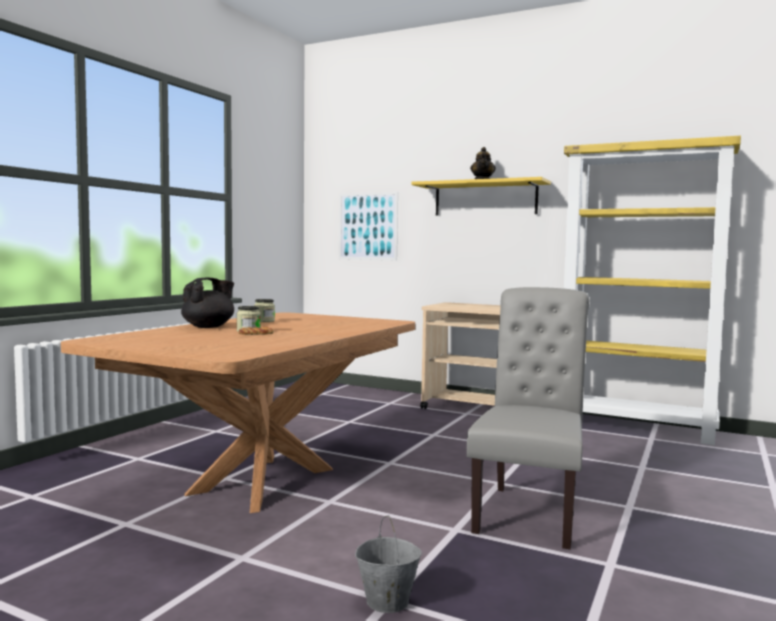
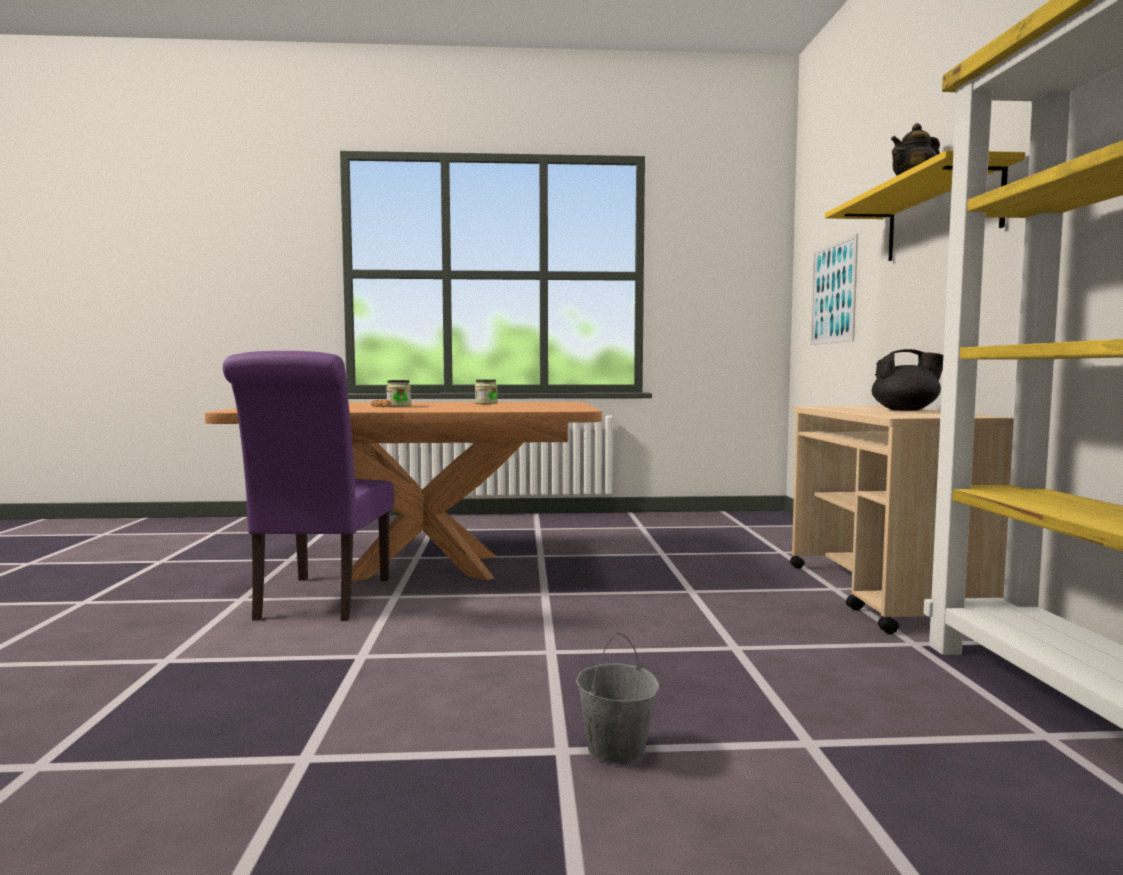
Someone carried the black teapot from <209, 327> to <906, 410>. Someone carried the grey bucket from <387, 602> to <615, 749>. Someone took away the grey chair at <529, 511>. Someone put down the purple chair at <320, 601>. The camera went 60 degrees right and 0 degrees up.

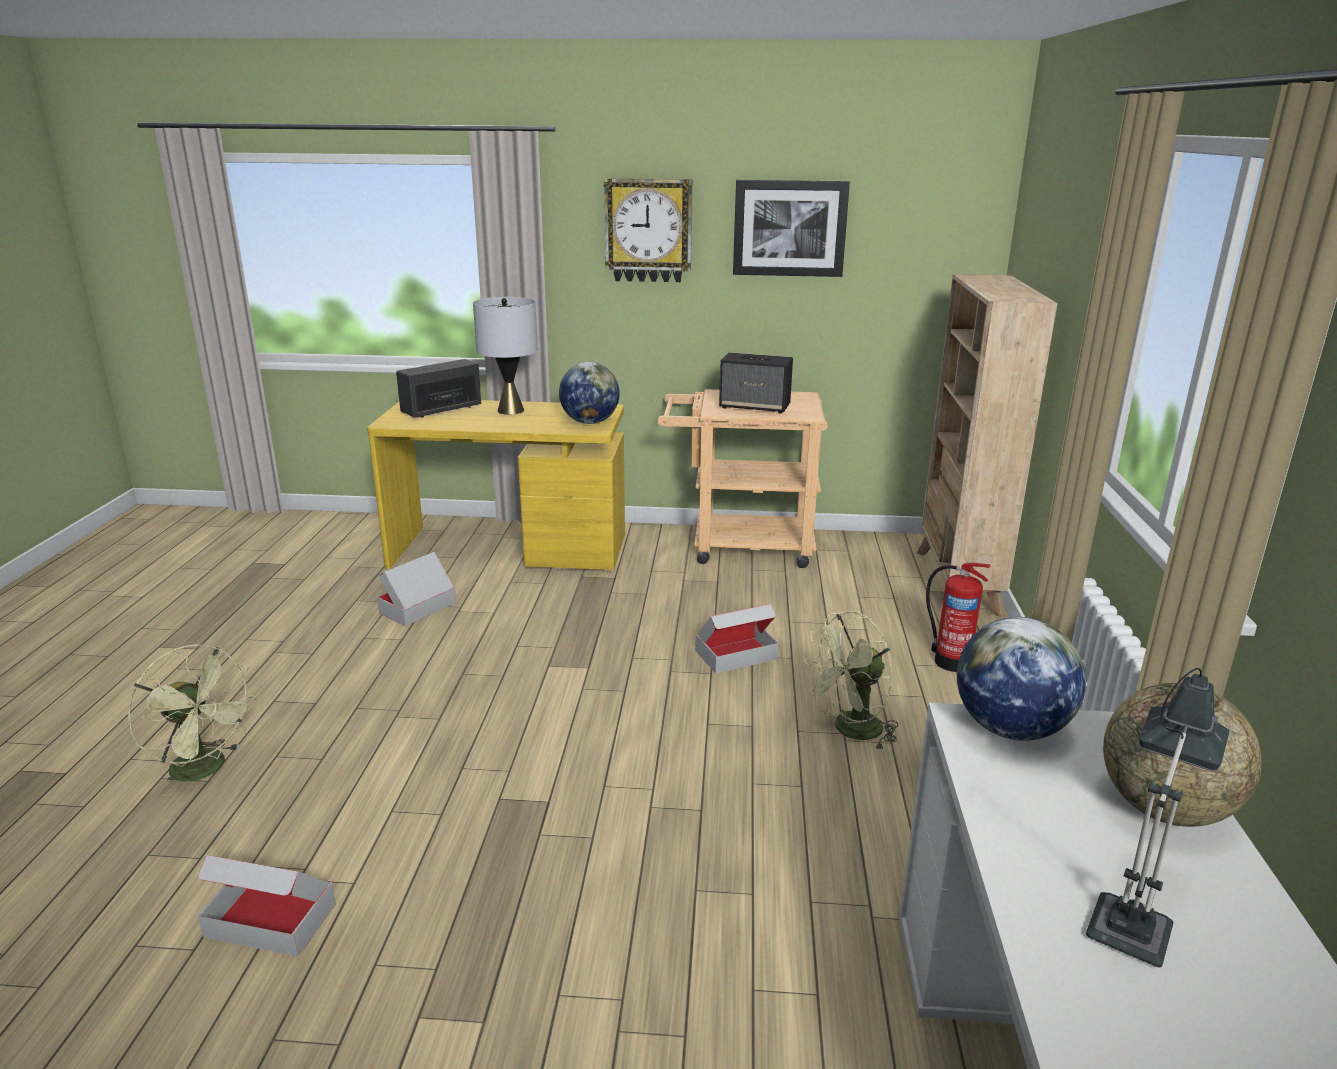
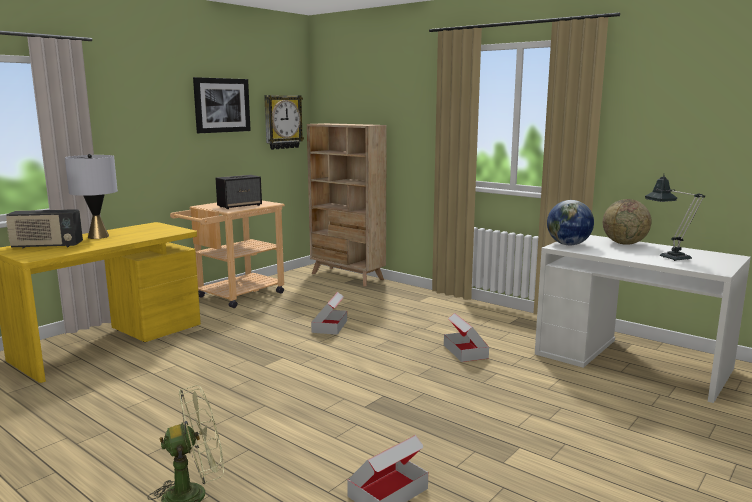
Someone carried the cardboard box from <418, 608> to <465, 351>. Someone rotated the radio at <442, 410> by 90 degrees counterclockwise. Someone took away the globe at <590, 422>. Someone carried the wall clock from <648, 230> to <282, 122>. Someone took away the green fan at <850, 731>. Someone took away the fire extinguisher at <950, 661>. The camera went 55 degrees left and 10 degrees down.

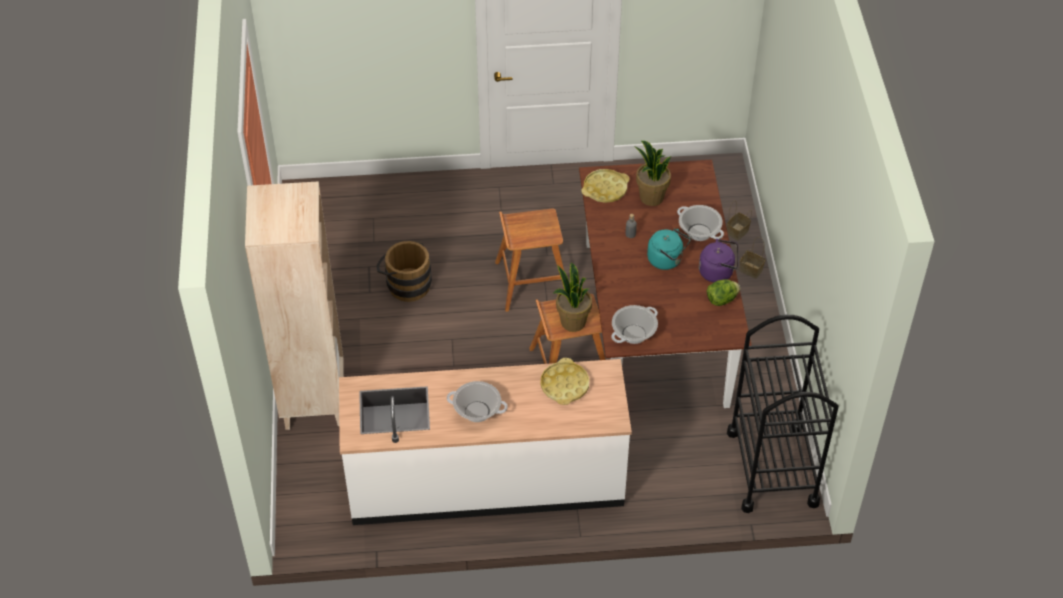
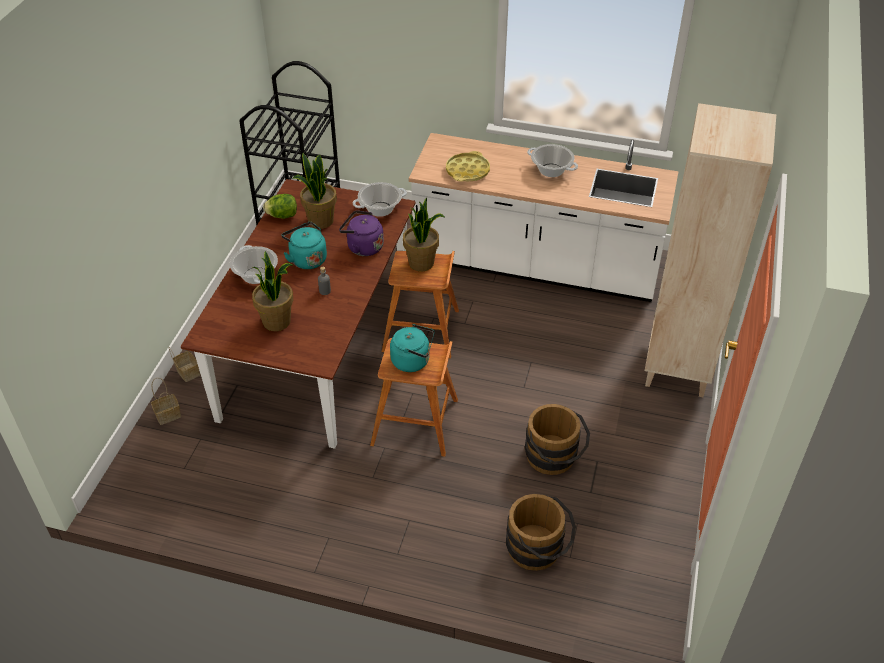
Someone took away the yellow tray at <605, 189>. Someone carried the purple kettle from <718, 272> to <363, 247>. Someone put down the potted plant at <320, 221>. Someone put down the turquoise kettle at <413, 361>. Someone put down the brown bucket at <538, 550>. The camera went 160 degrees left and 5 degrees down.

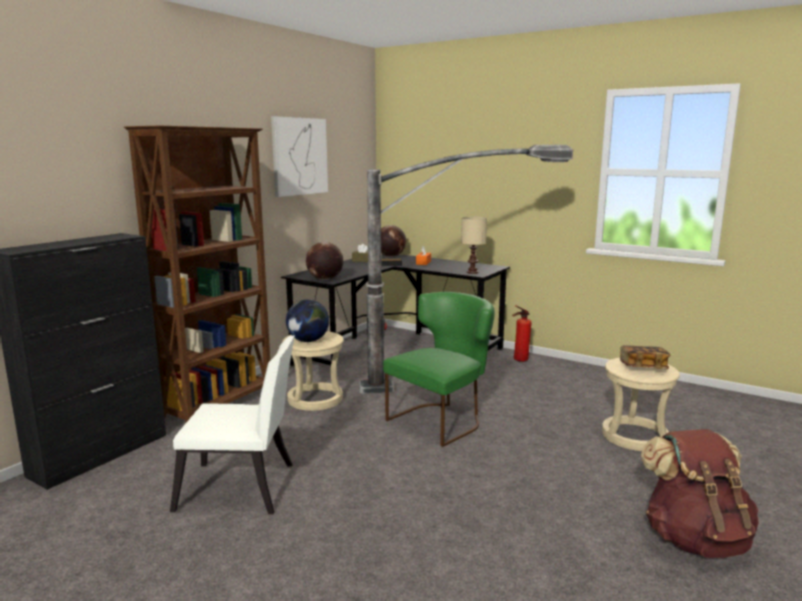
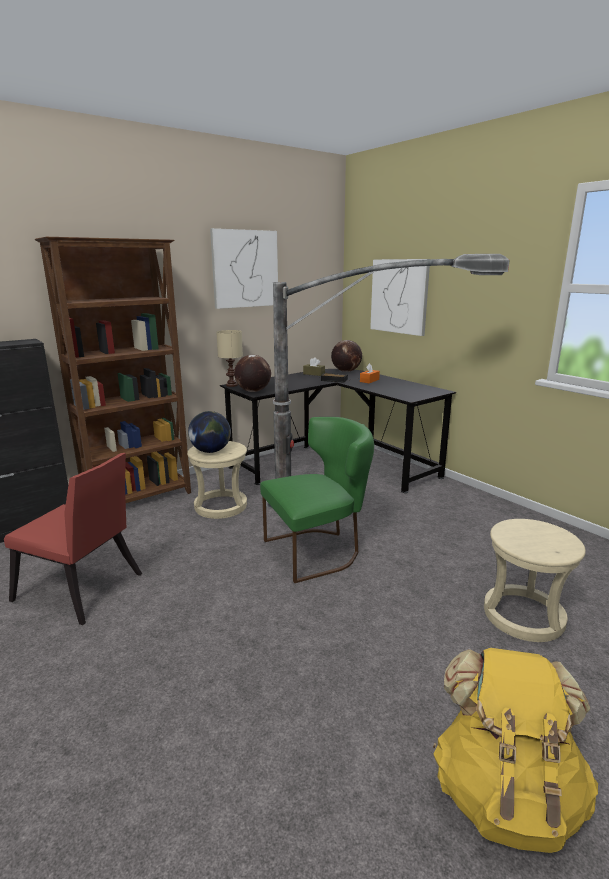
Someone repainted the white chair at <243, 489>, which became the red chair at <83, 591>. Someone carried the beige table lamp from <473, 272> to <232, 385>. Someone took away the fire extinguisher at <518, 360>. Someone took away the book at <643, 367>. Someone repainted the brown backpack at <694, 539>, which became the yellow backpack at <505, 795>. Someone put up the picture at <399, 296>. The camera went 20 degrees right and 5 degrees up.

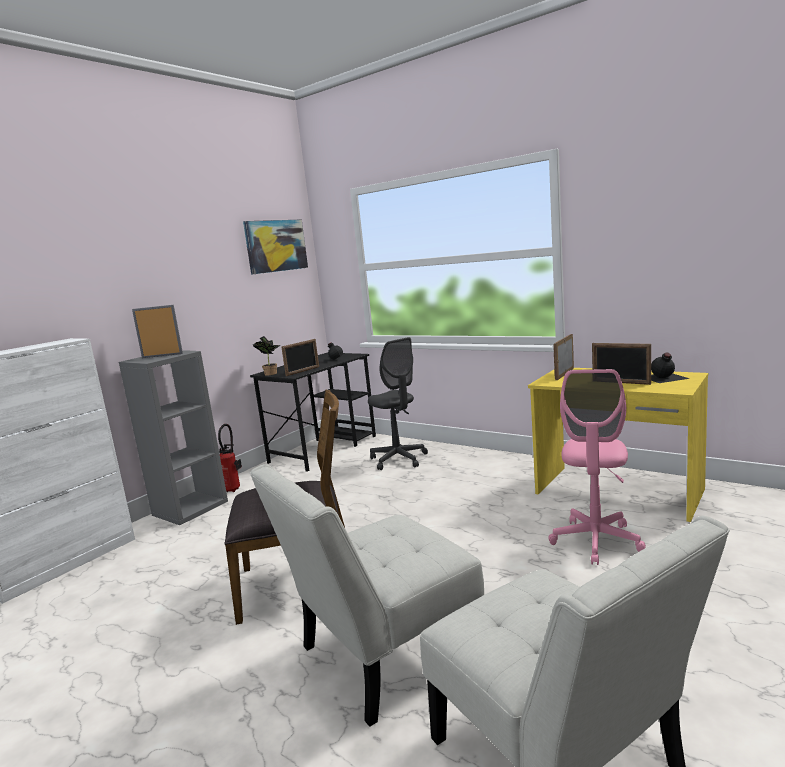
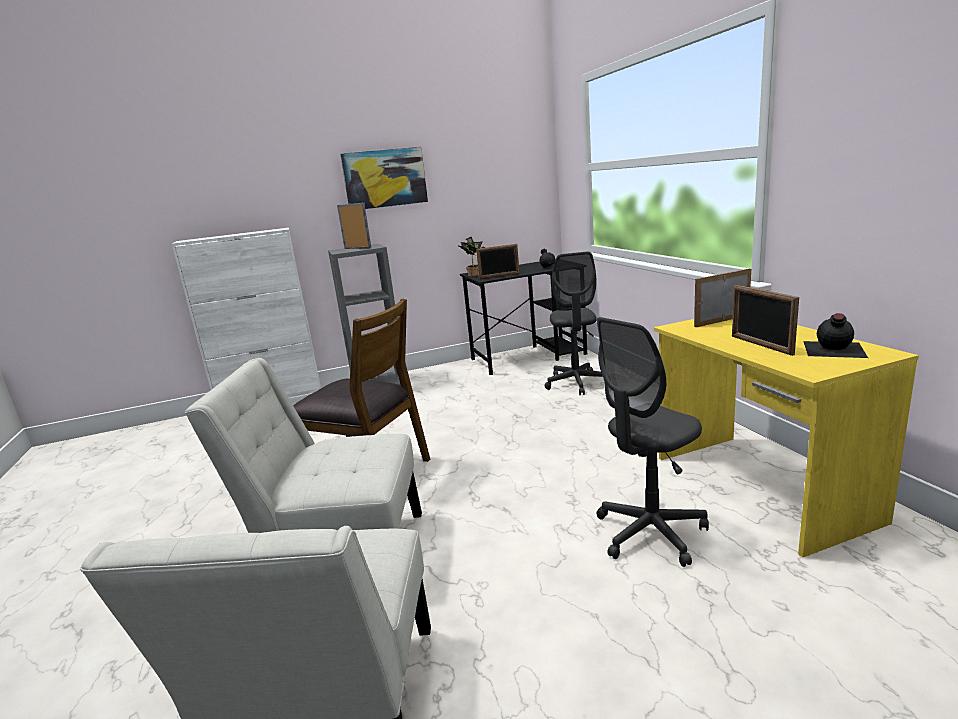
Someone took away the fire extinguisher at <234, 489>. Someone carried the picture from <276, 246> to <385, 178>. Someone repainted the pink office chair at <596, 541>, which became the grey office chair at <650, 533>. The camera went 35 degrees right and 5 degrees up.

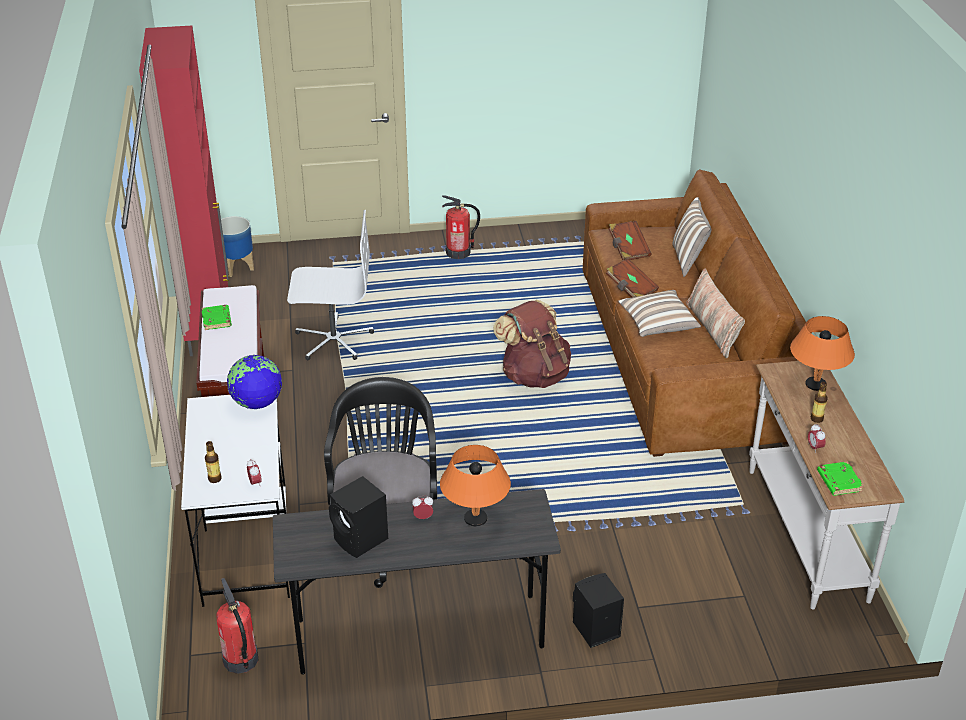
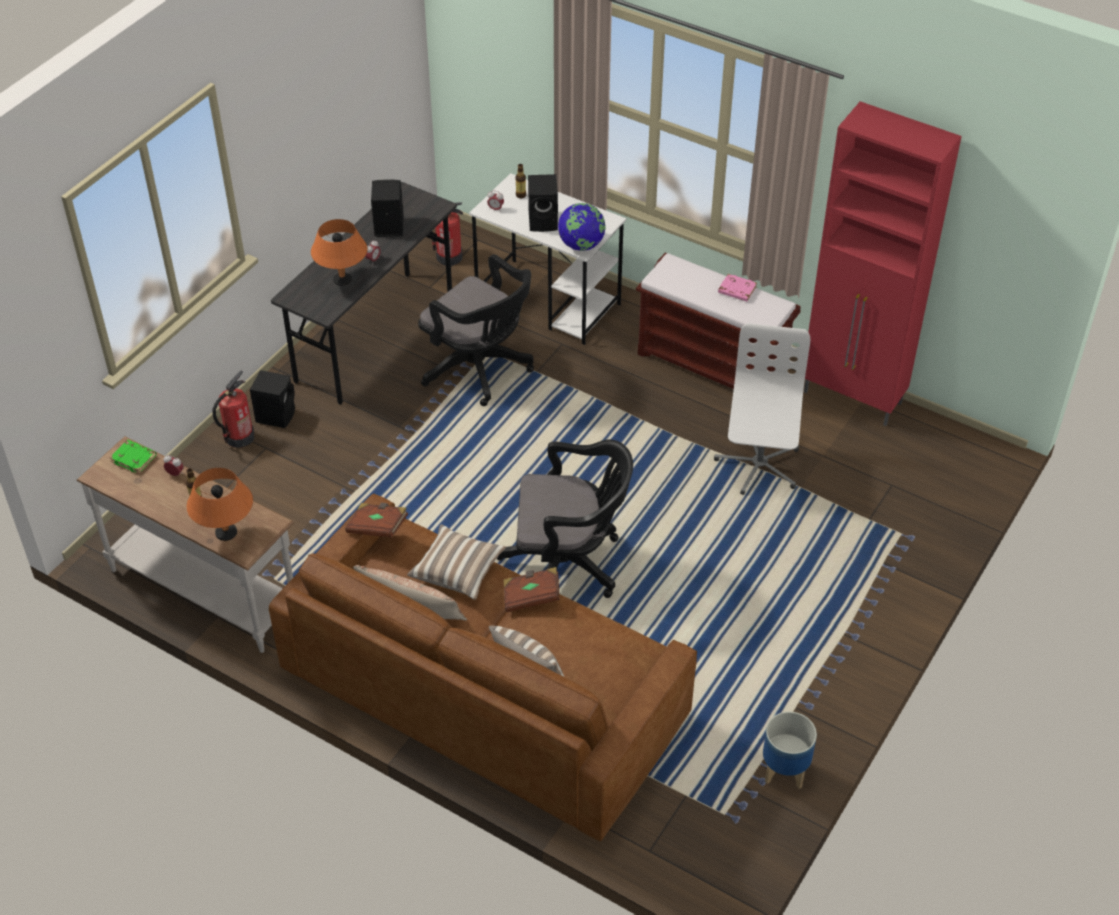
Someone repainted the green book at <217, 320>, which became the pink book at <736, 290>. Someone carried the planter from <238, 267> to <784, 771>. Someone rotated the white office chair at <333, 340> by 150 degrees clockwise. Someone carried the fire extinguisher from <458, 253> to <239, 437>. Someone swapped the brown backpack at <534, 375> for the black office chair at <568, 564>. Someone carried the brown book from <628, 249> to <378, 527>. Someone put down the black speaker at <544, 221>. The camera went 130 degrees right and 10 degrees up.

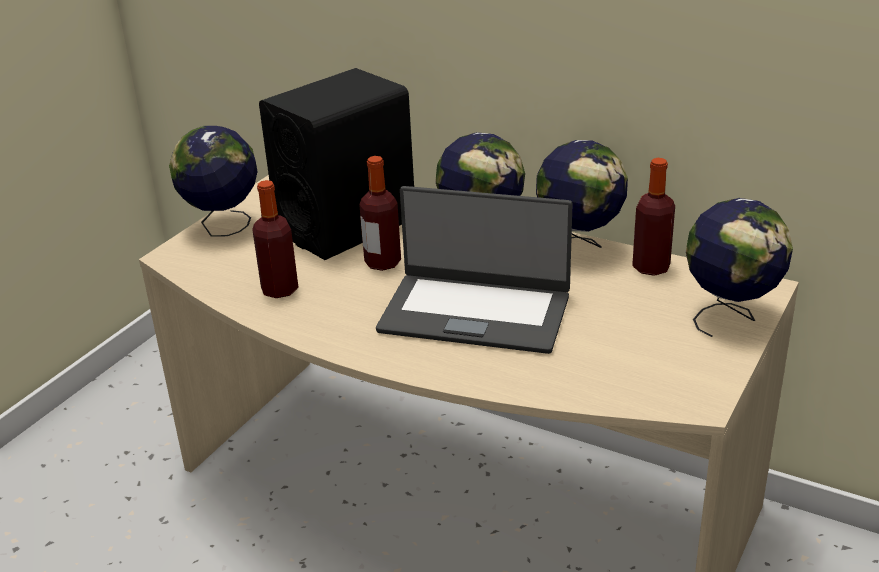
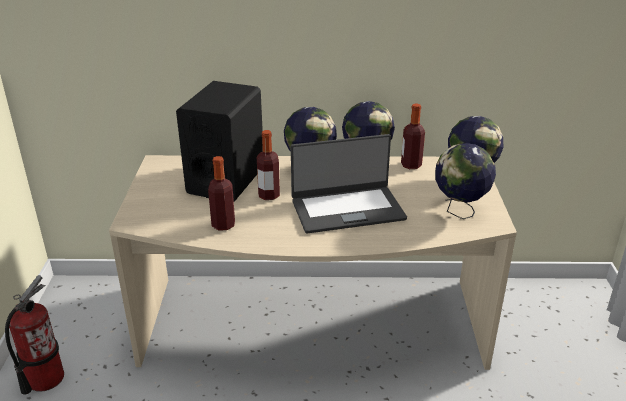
Someone carried the globe from <223, 227> to <459, 211>. Someone put down the fire extinguisher at <45, 378>. The camera went 30 degrees left and 0 degrees up.

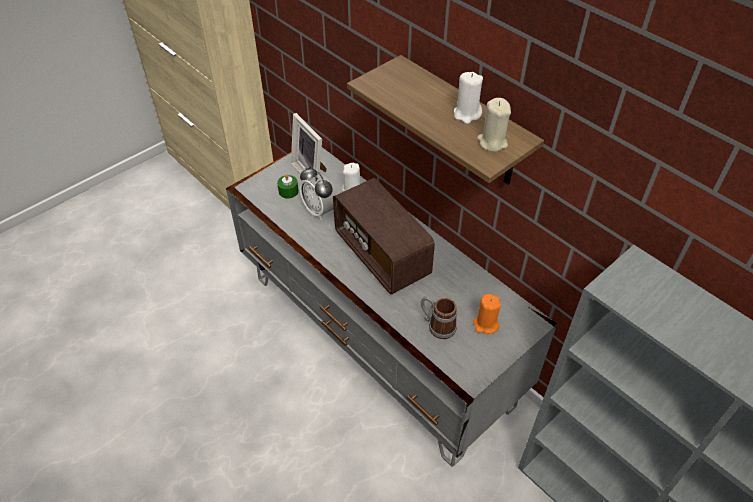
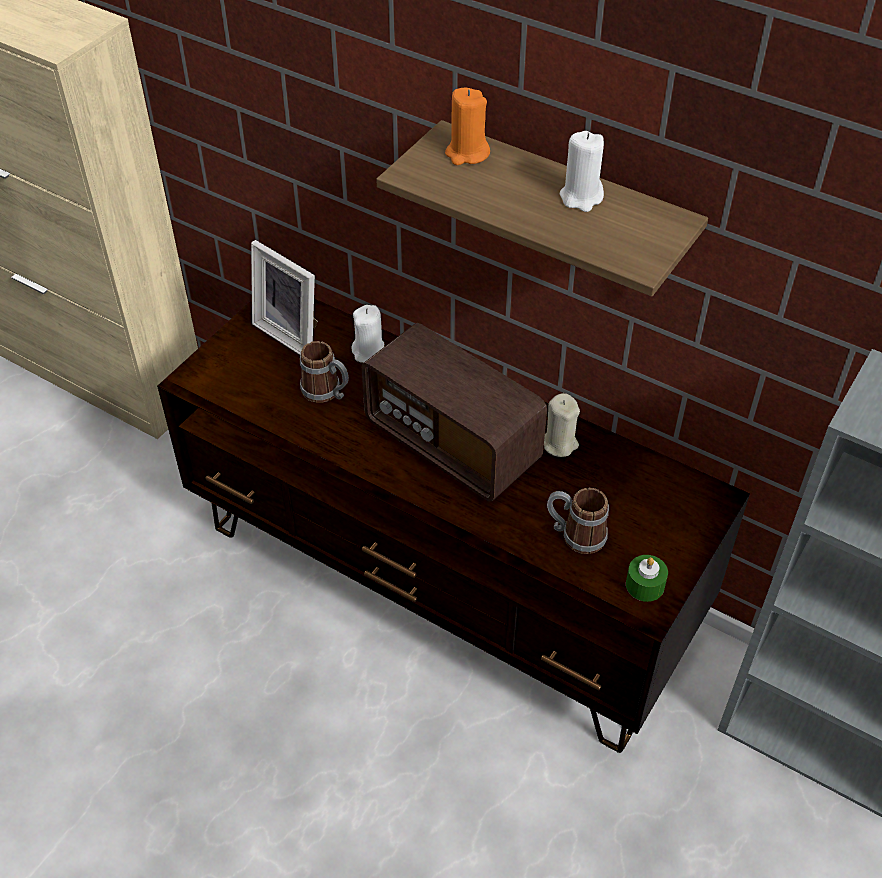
Someone repainted the grey tv stand at <377, 339>, which became the brown tv stand at <442, 584>. Someone carried the green candle from <288, 191> to <645, 585>. Someone swapped the alarm clock at <319, 210> for the mug at <327, 392>. Someone carried the orange candle from <485, 324> to <467, 153>. Someone carried the beige candle from <492, 142> to <558, 443>. The camera went 15 degrees left and 0 degrees up.

